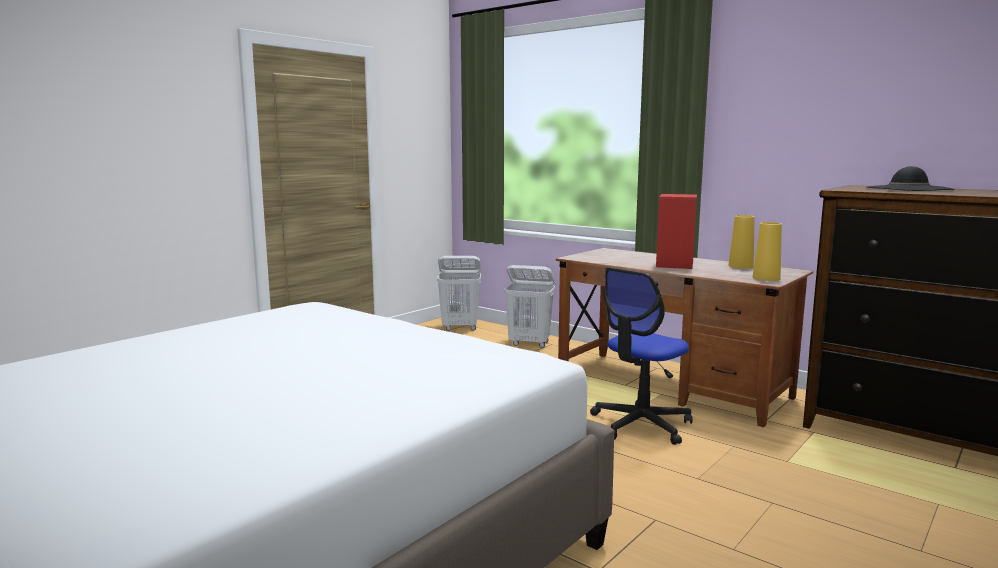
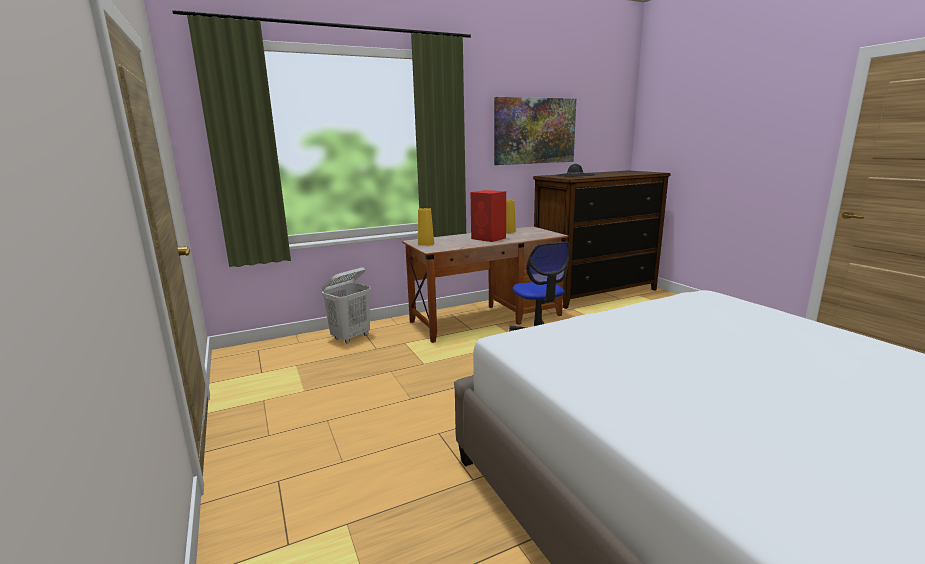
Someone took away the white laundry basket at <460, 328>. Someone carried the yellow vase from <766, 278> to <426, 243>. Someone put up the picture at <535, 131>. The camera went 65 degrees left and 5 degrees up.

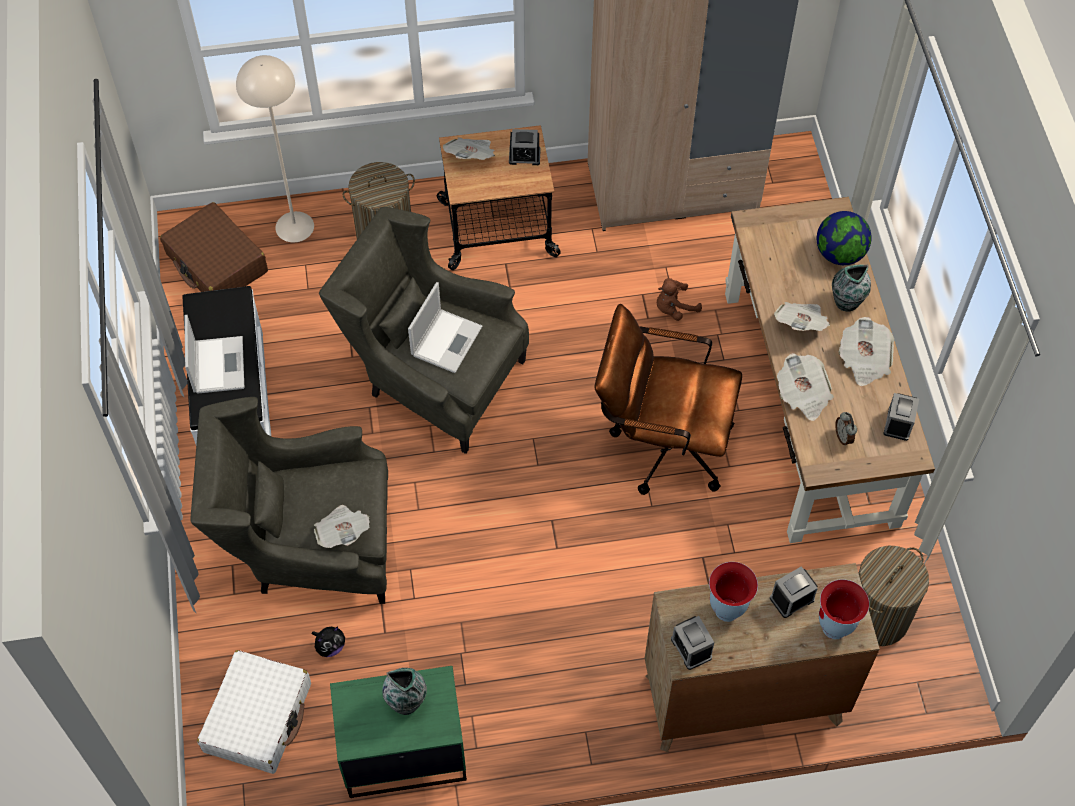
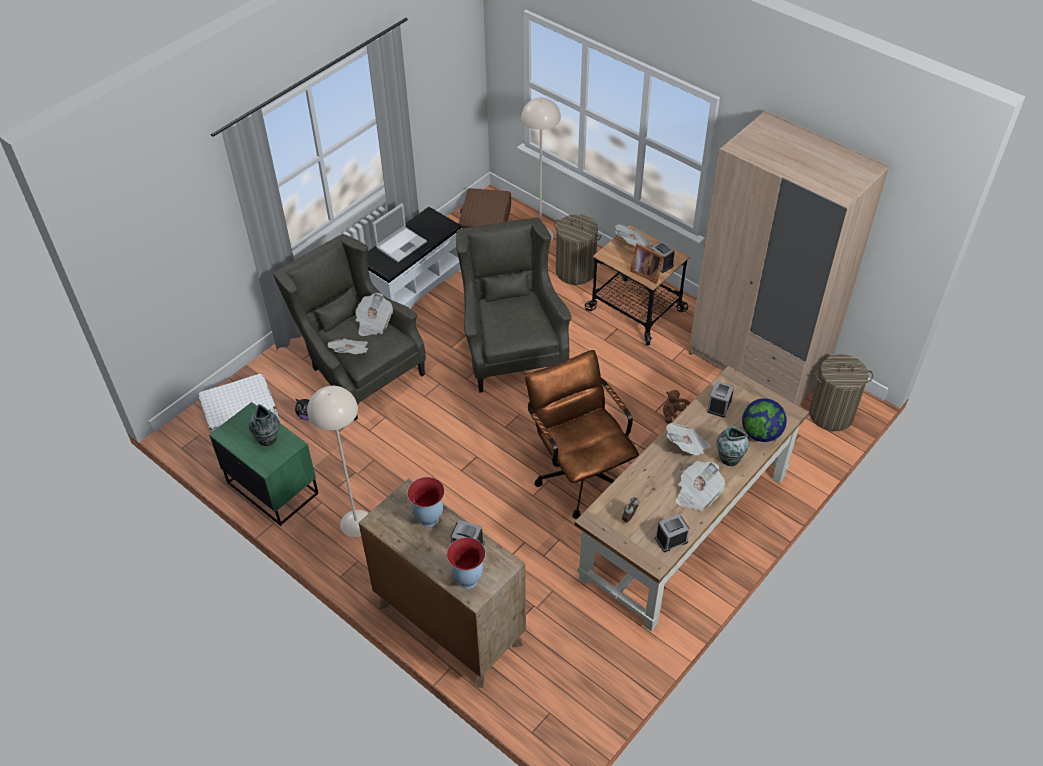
Someone took away the laptop at <447, 340>. Someone carried the alarm clock from <691, 648> to <719, 406>. Someone carried the newspaper from <803, 395> to <373, 323>. Someone carried the laundry basket from <877, 617> to <831, 414>. Someone put down the beige floor lamp at <356, 523>. Someone put down the picture frame at <645, 272>. The camera went 50 degrees right and 10 degrees down.

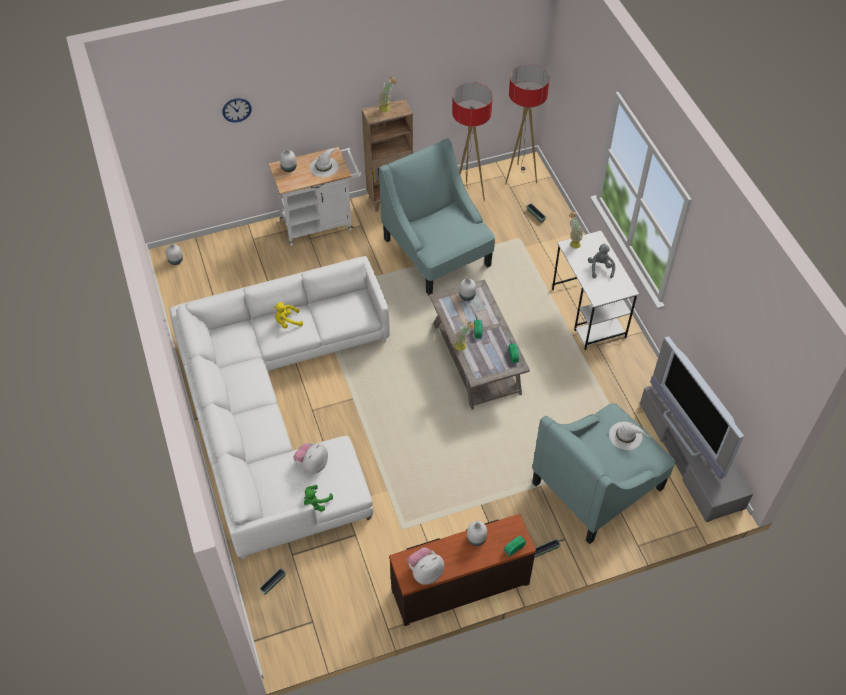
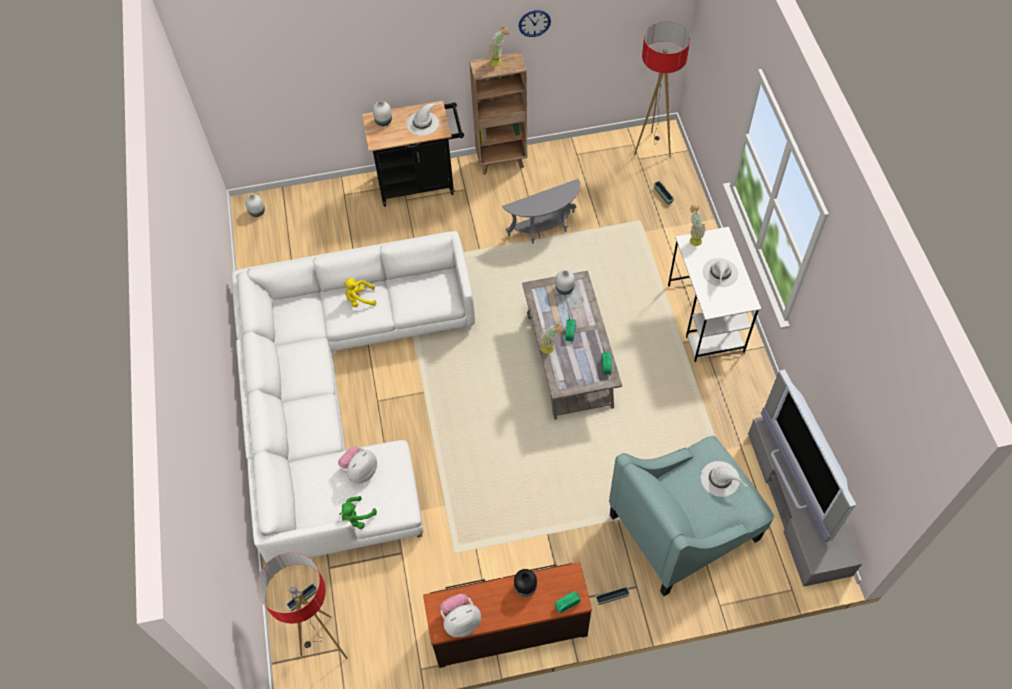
Someone carried the wall clock from <236, 110> to <534, 23>. Someone repainted the white cart at <321, 223>, which became the black cart at <421, 183>. Someone swapped the turquoise armchair at <437, 252> for the grey side table at <544, 229>. Someone carried the floor lamp from <467, 195> to <325, 643>. Someone repainted the white vase at <477, 538>, which became the black vase at <526, 587>. Someone swapped the grey plush toy at <600, 268> for the white hat at <720, 273>. The camera went 10 degrees right and 5 degrees up.

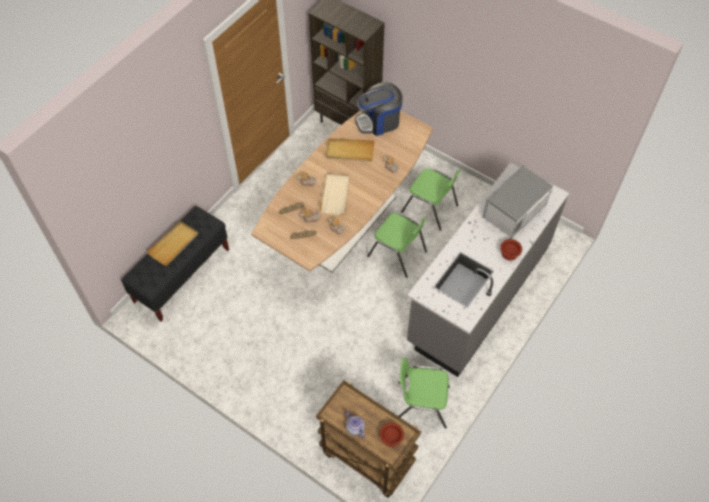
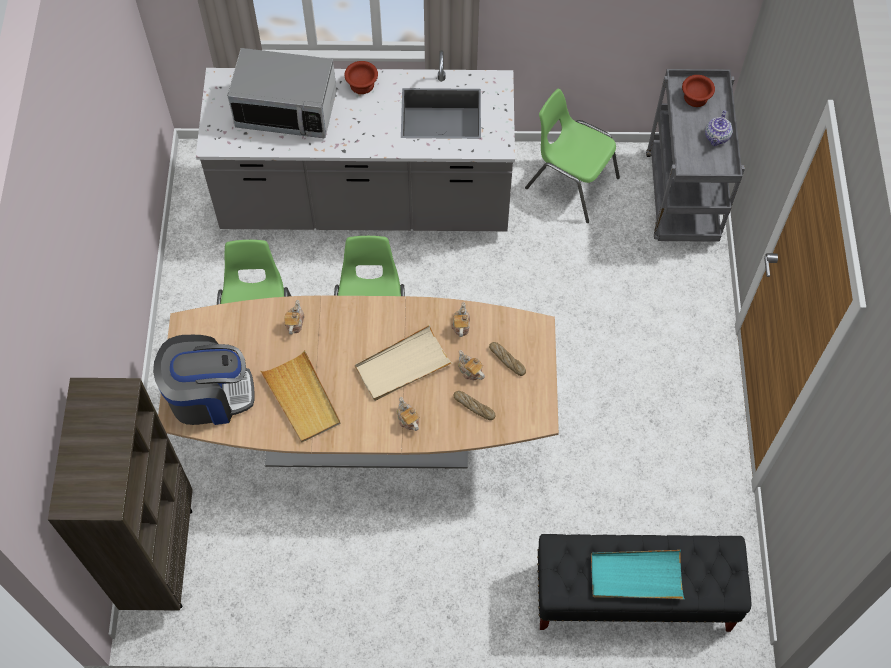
Someone repainted the beige tray at <174, 244>, which became the turquoise tray at <636, 576>. Someone repainted the brown cart at <366, 457>, which became the grey cart at <682, 199>. Someone rotated the coffee machine at <379, 121> by 45 degrees counterclockwise. Someone rotated the green chair at <421, 403> by 150 degrees clockwise. The camera went 125 degrees left and 5 degrees up.

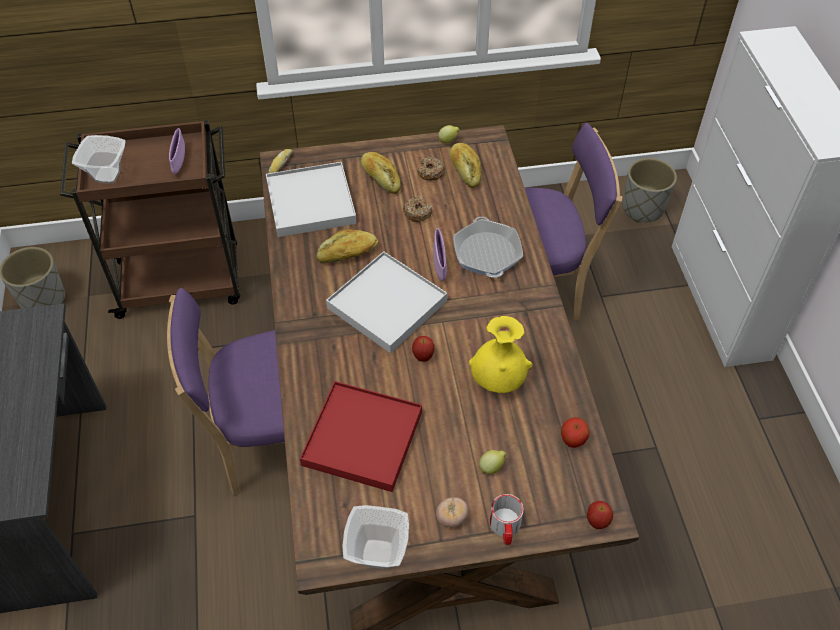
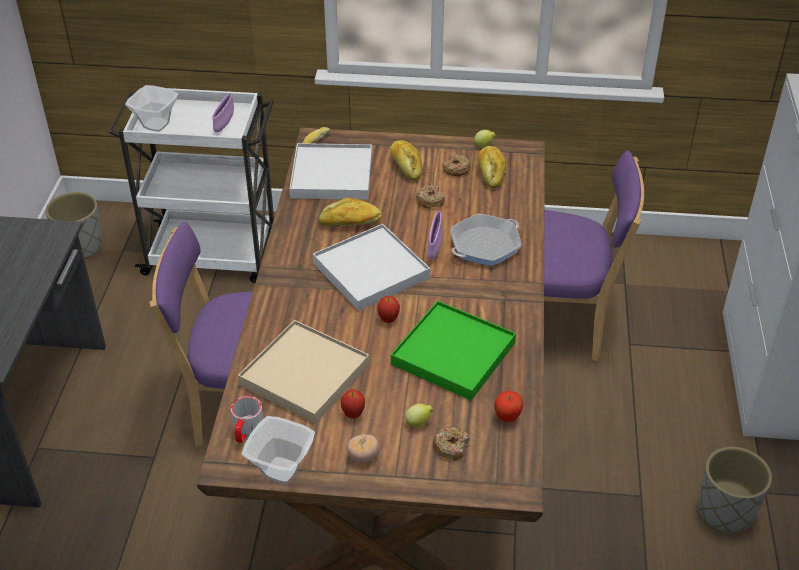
Someone repainted the brown cart at <182, 281>, which became the white cart at <213, 254>. Someone repainted the red tray at <362, 438>, which became the beige tray at <304, 375>. Someone rotated the frying pan at <487, 253> by 135 degrees counterclockwise. Someone swapped the yellow vase at <498, 381> for the green tray at <453, 353>. Someone carried the mug from <505, 528> to <246, 432>. Someone carried the apple from <597, 522> to <353, 414>. Someone carried the grey planter from <642, 209> to <725, 512>. Someone put down the donut at <451, 447>. The camera went 15 degrees right and 10 degrees down.

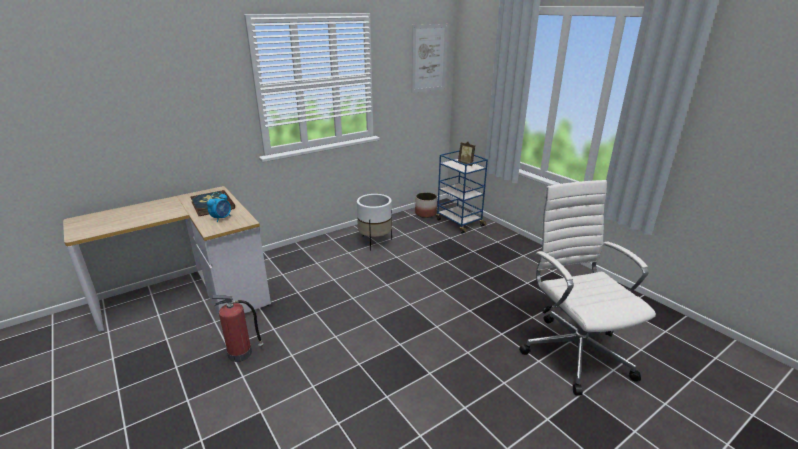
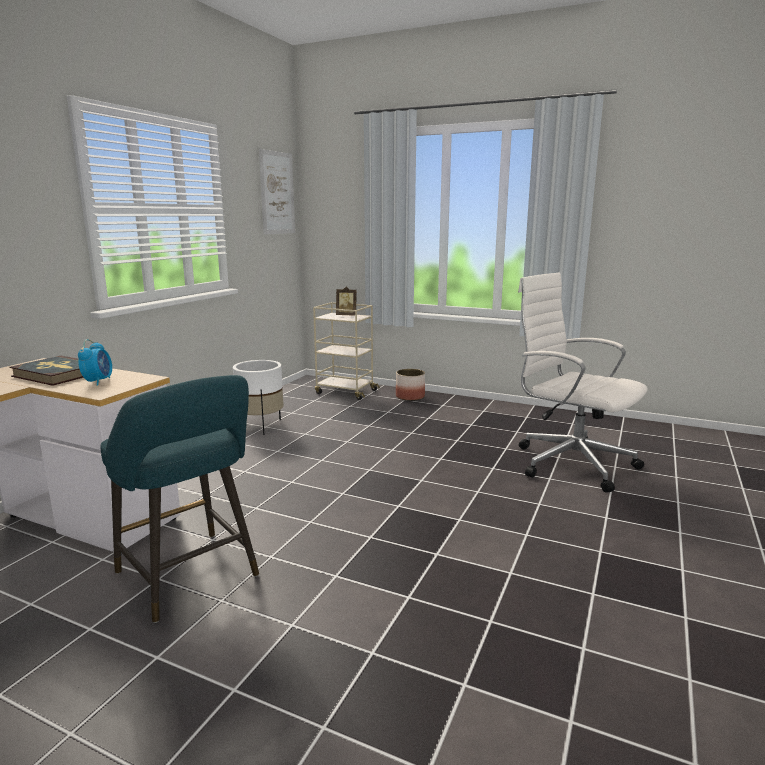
Someone swapped the fire extinguisher at <241, 353> for the turquoise stool at <190, 578>. Someone carried the planter from <425, 213> to <410, 397>. Someone repainted the blue cart at <459, 222>, which became the beige cart at <345, 392>. The camera went 30 degrees left and 10 degrees down.

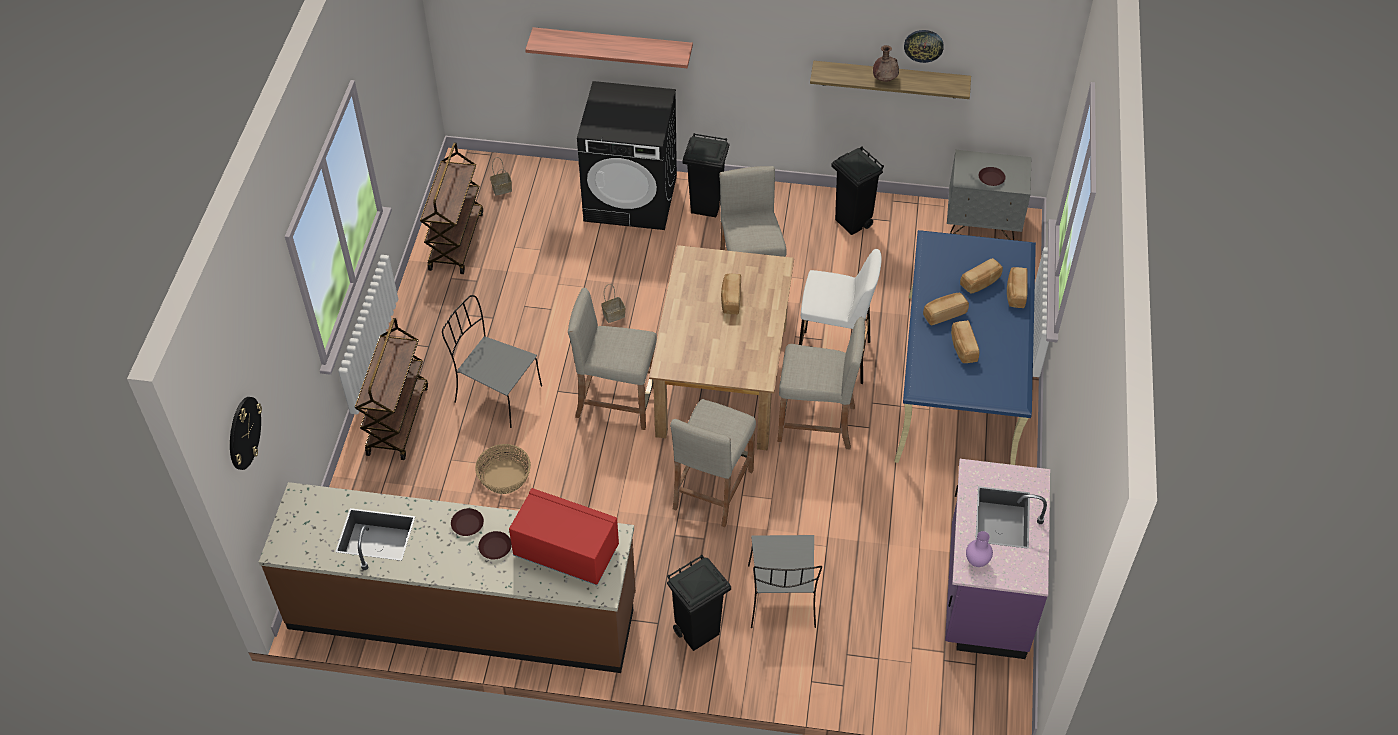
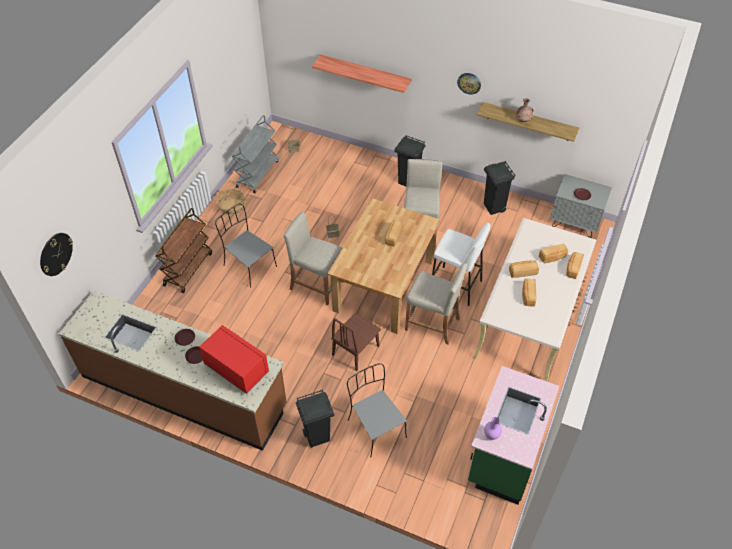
Someone repainted the brown cart at <455, 240>, which became the grey cart at <257, 173>. Someone carried the basket from <505, 477> to <232, 207>. Someone took away the black washing machine at <631, 198>. Someone swapped the beige stool at <712, 489> for the brown chair at <355, 350>. Someone rotated the grey chair at <782, 598> by 135 degrees clockwise. Someone repainted the blue desk at <959, 382>, which became the beige desk at <529, 318>. Someone carried the wall clock from <923, 45> to <469, 83>. Someone repainted the purple counter at <984, 592>, which became the green counter at <504, 454>. The camera went 15 degrees right and 0 degrees up.

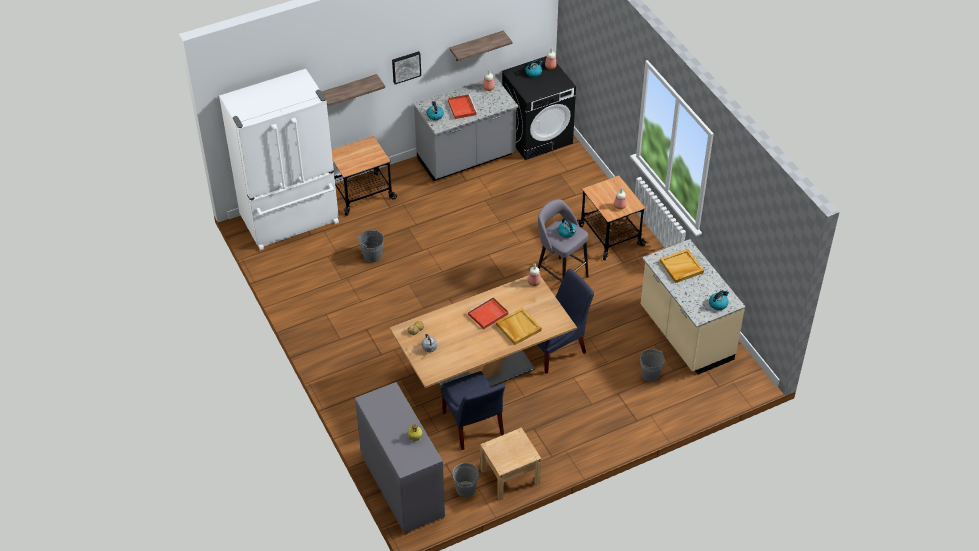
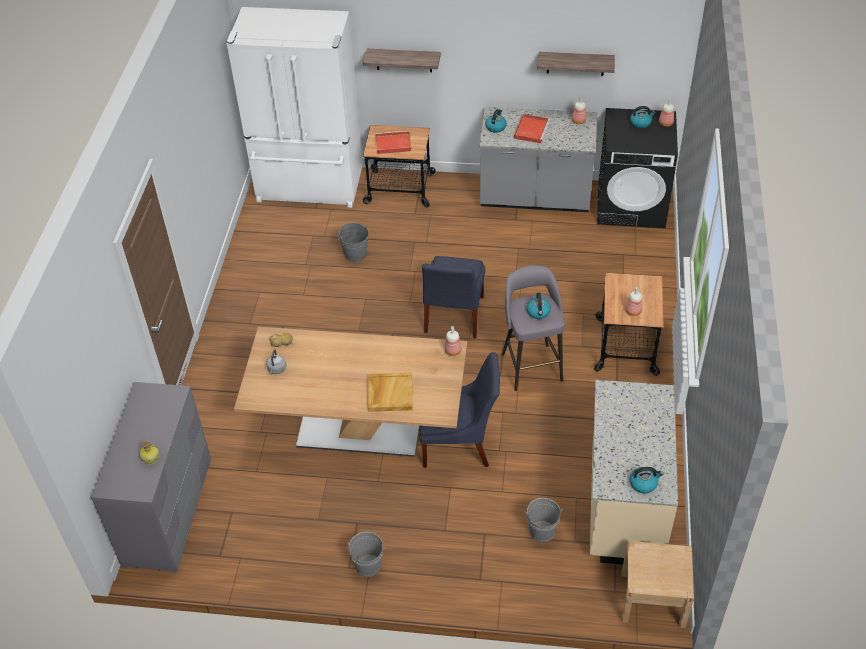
Someone took away the picture at <406, 66>. Someone carried the blue chair from <473, 426> to <453, 317>. Someone carried the grey bucket from <466, 489> to <368, 565>. Someone carried the red tray from <487, 314> to <392, 144>. Someone carried the beige nightstand from <510, 476> to <653, 599>. Someone took away the beige tray at <681, 267>. The camera went 35 degrees right and 0 degrees up.

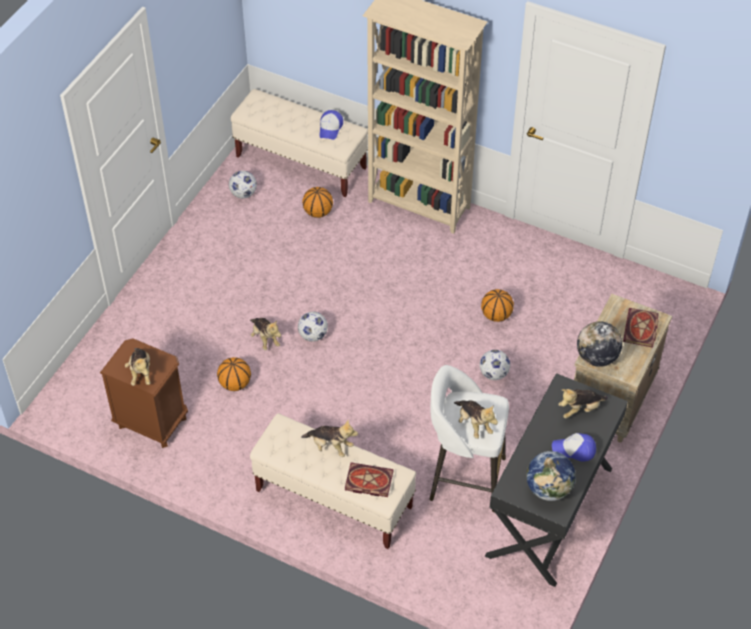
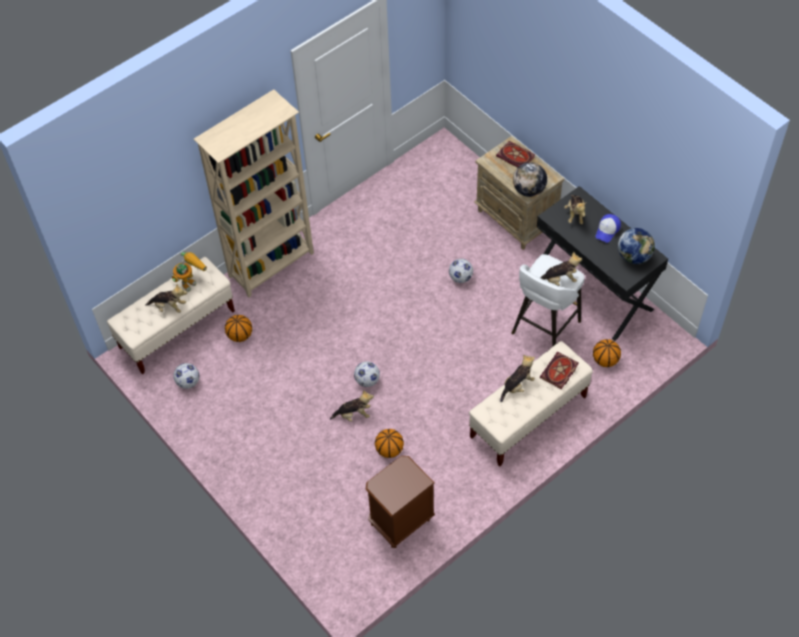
Someone carried the plush toy from <141, 372> to <169, 307>. Someone swapped the cap at <330, 128> for the toy robot at <191, 280>. Someone carried the basketball from <496, 315> to <605, 360>. The camera went 65 degrees left and 5 degrees up.

